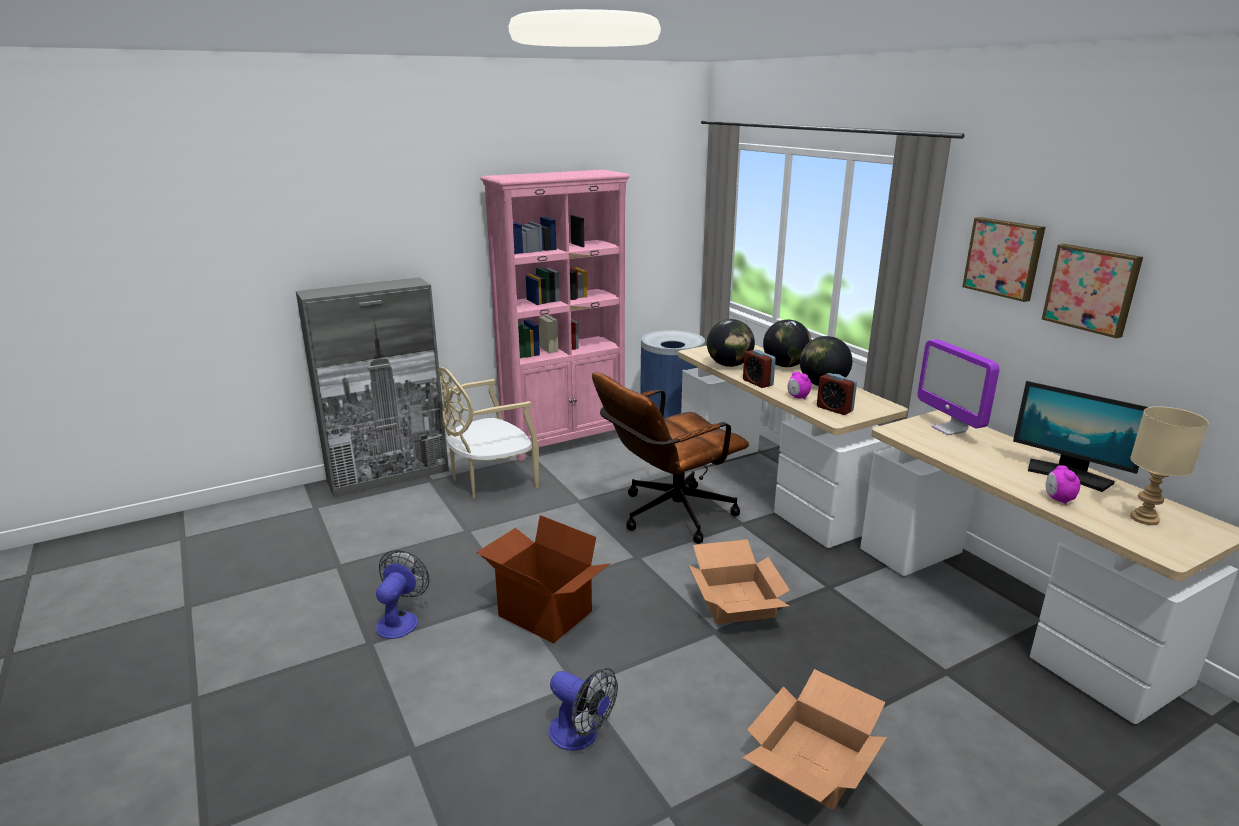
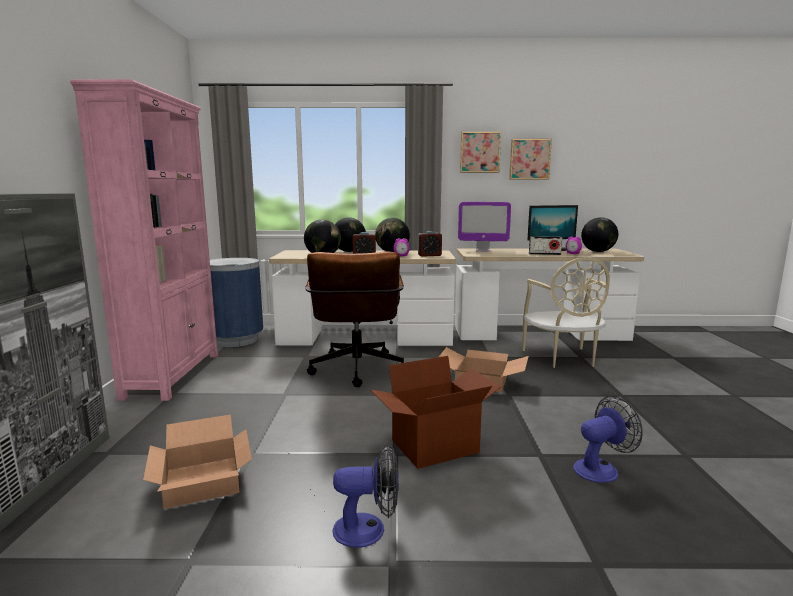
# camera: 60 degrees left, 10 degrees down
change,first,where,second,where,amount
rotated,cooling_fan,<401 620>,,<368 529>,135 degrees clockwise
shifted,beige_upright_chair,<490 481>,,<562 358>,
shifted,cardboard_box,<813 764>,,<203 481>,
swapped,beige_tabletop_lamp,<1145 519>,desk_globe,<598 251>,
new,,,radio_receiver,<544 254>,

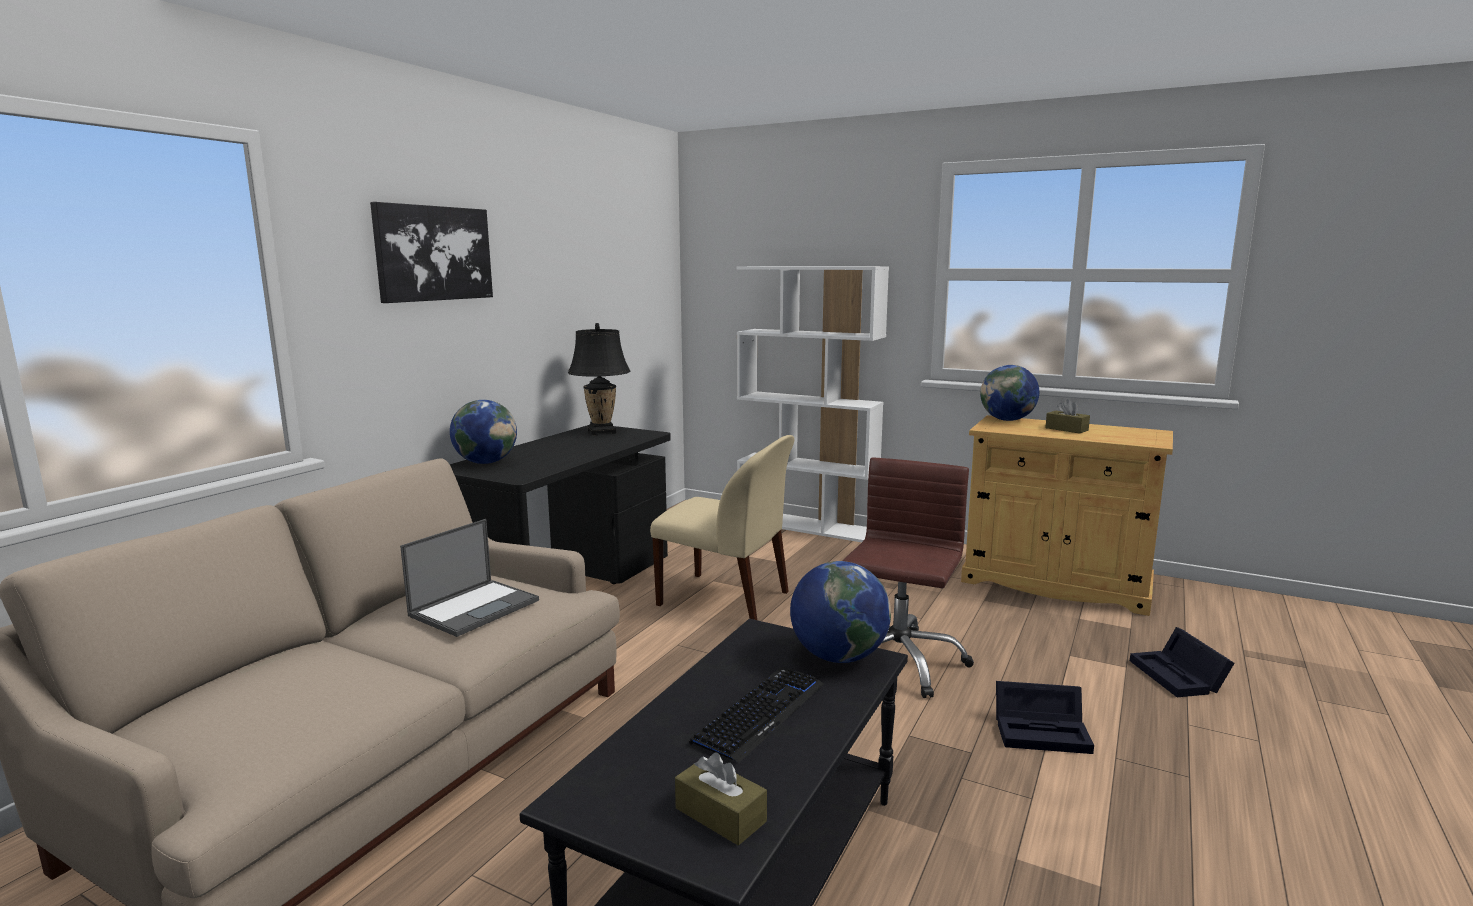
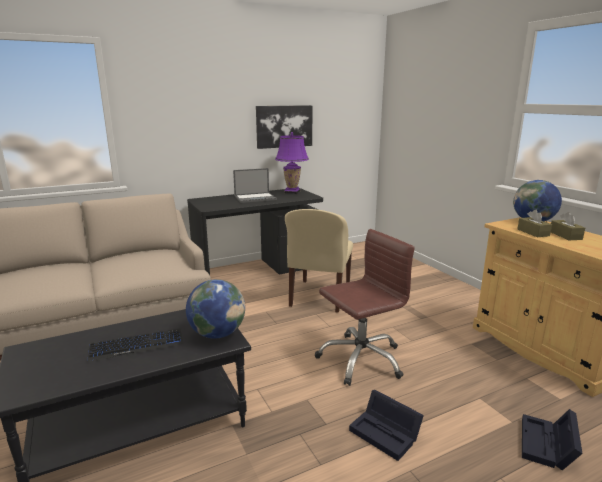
# camera: 35 degrees right, 5 degrees up
change,first,where,second,where,amount
shifted,picture,<433 253>,,<284 126>,
shifted,laptop,<475 607>,,<255 198>,
gone,desk_globe,<486 462>,,,
repainted,black-coloured_tabletop_lamp,<601 431>,purple_tabletop_lamp,<292 192>,
rotated,beige_upright_chair,<726 599>,,<319 296>,45 degrees clockwise
shifted,brown-coloured_tissue_holder,<720 815>,,<533 232>,
gone,white-coloured_bookcase,<807 526>,,,

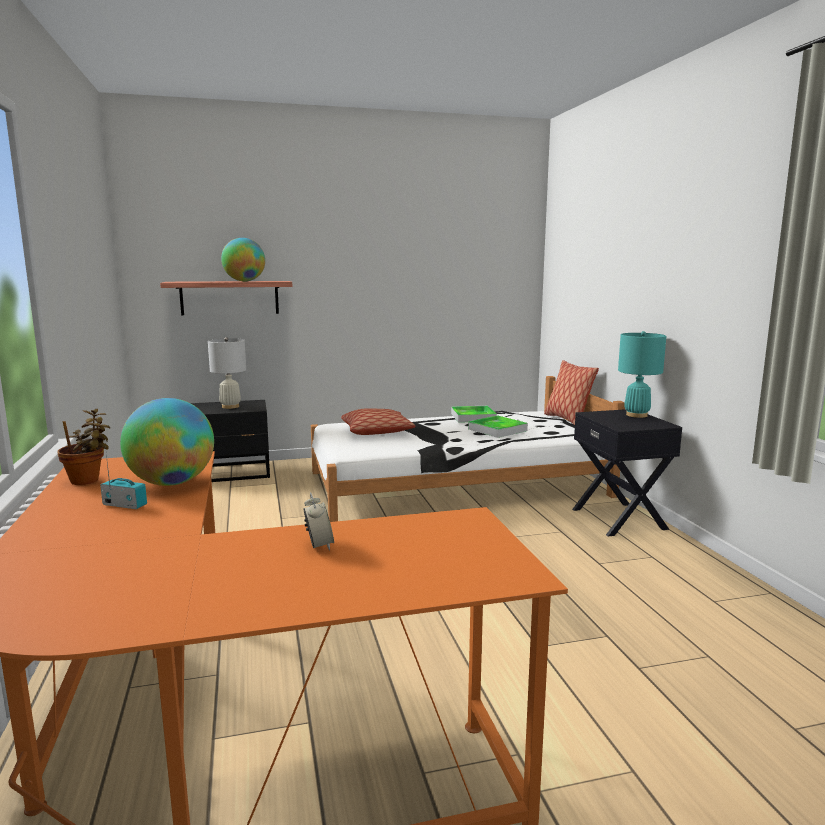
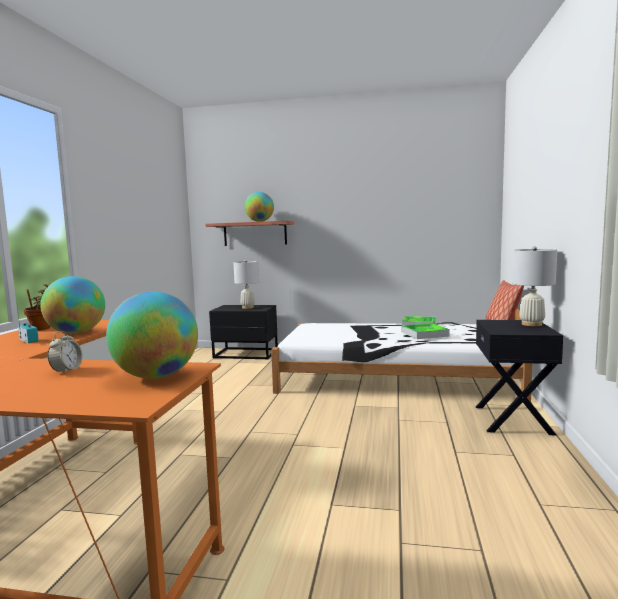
# camera: 25 degrees right, 5 degrees down
change,first,where,second,where,amount
gone,cushion,<377 431>,,,
repainted,turquoise_tabletop_lamp,<636 415>,white-coloured_tabletop_lamp,<531 324>,
new,,,desk_globe,<156 376>,

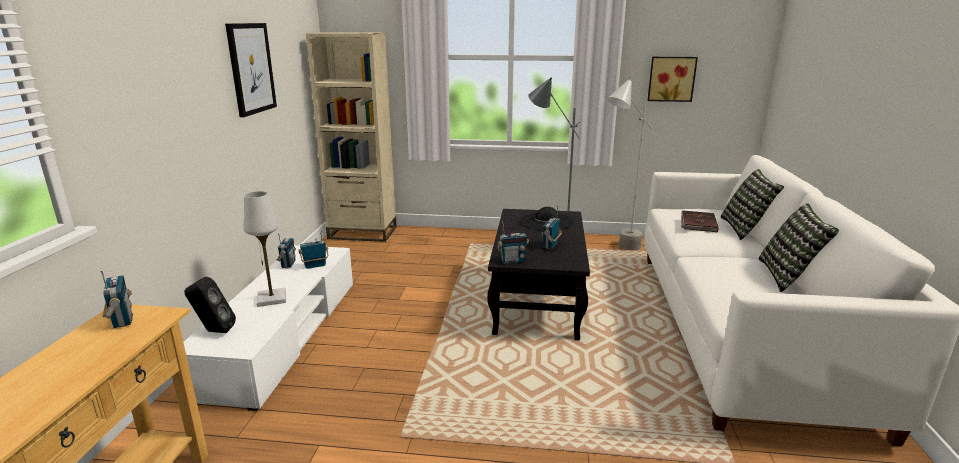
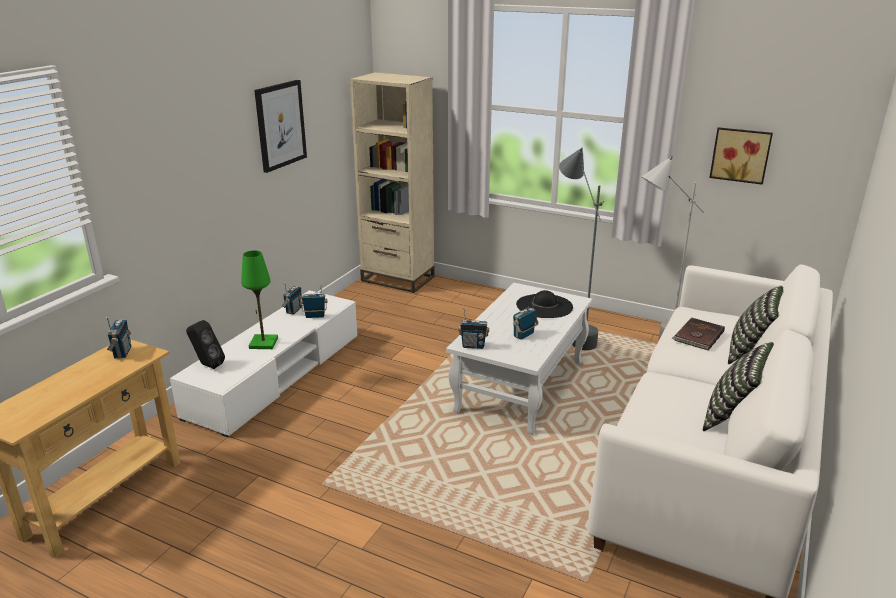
# camera: 20 degrees right, 5 degrees up
change,first,where,second,where,amount
repainted,white-coloured_tabletop_lamp,<271 299>,green-coloured_tabletop_lamp,<263 343>,
repainted,black-coloured_low_table,<537 302>,white-coloured_low_table,<520 387>,

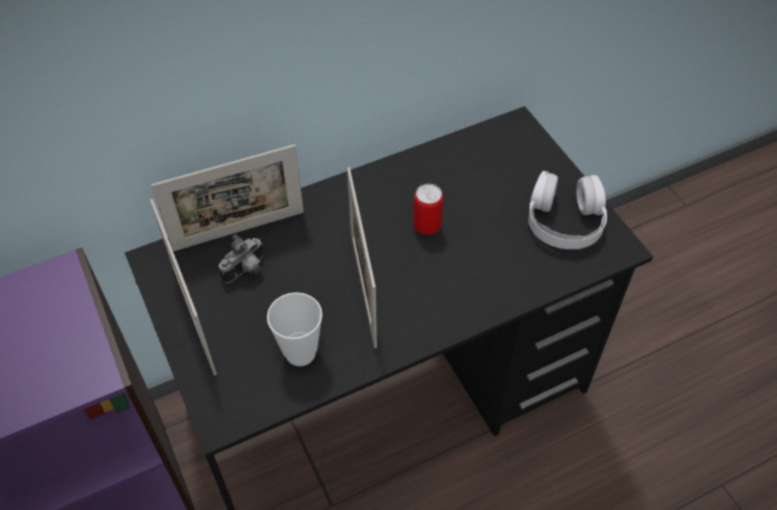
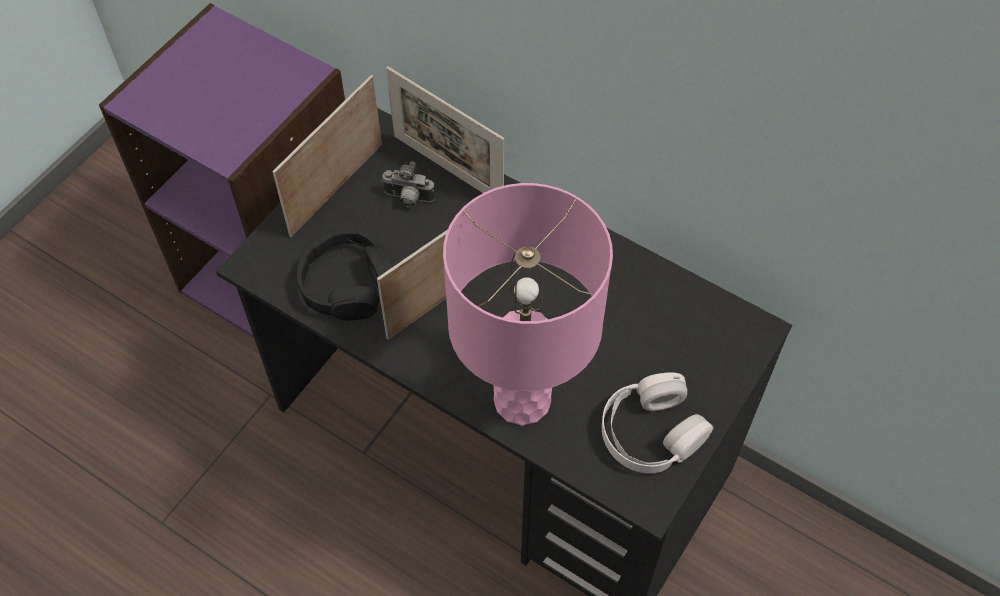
# camera: 60 degrees right, 5 degrees up
change,first,where,second,where,amount
swapped,drinking_cup,<300 353>,black-coloured_headphones,<348 285>,
gone,can,<427 226>,,,
new,,,pink-coloured_tabletop_lamp,<522 401>,

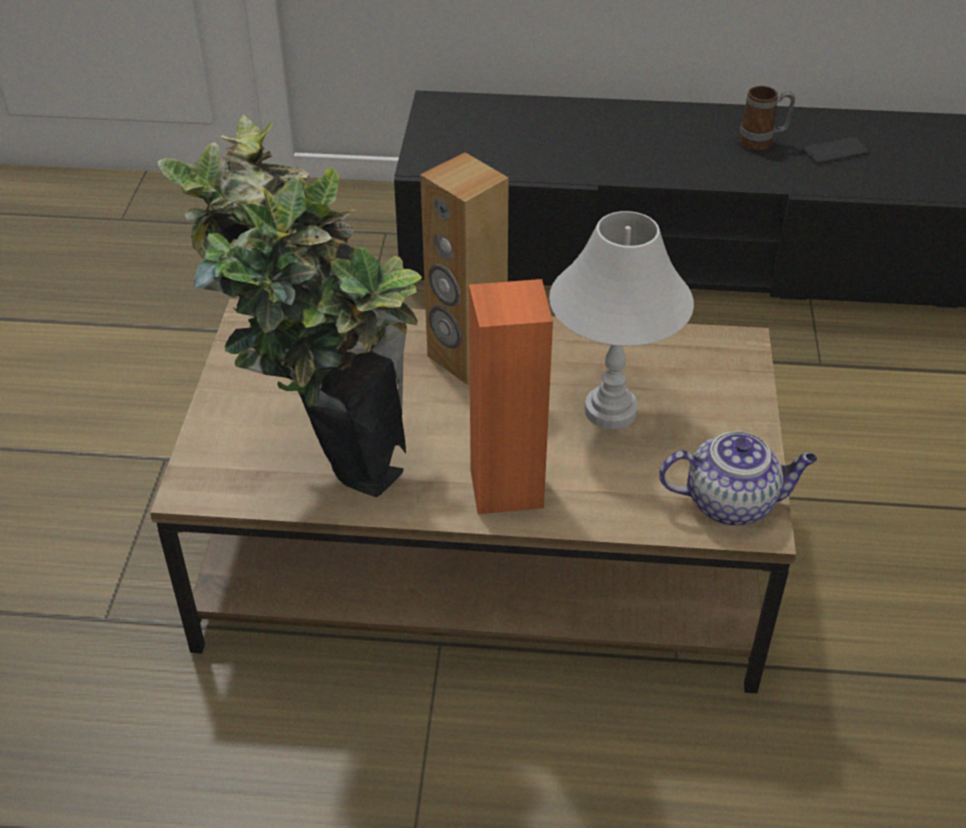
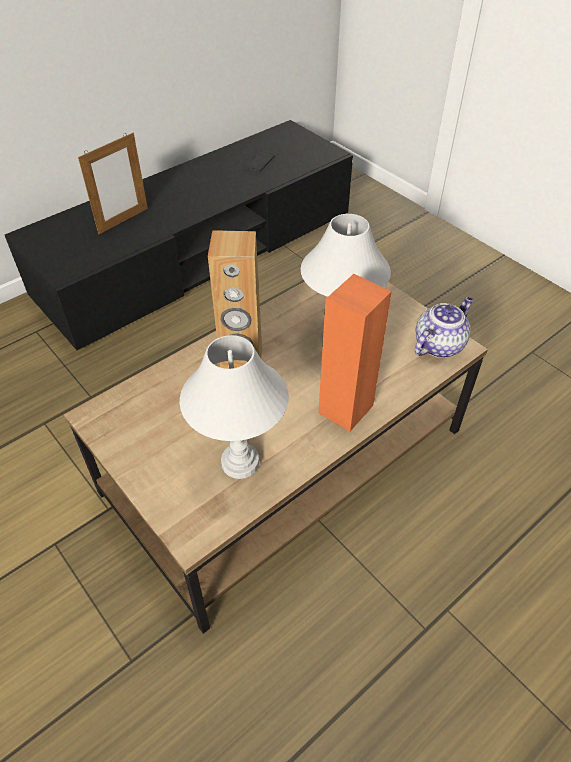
# camera: 45 degrees left, 5 degrees up
change,first,where,second,where,amount
swapped,houseplant,<323 459>,white-coloured_tabletop_lamp,<240 463>,
gone,tea_mug,<762 143>,,,
new,,,picture_frame,<123 221>,

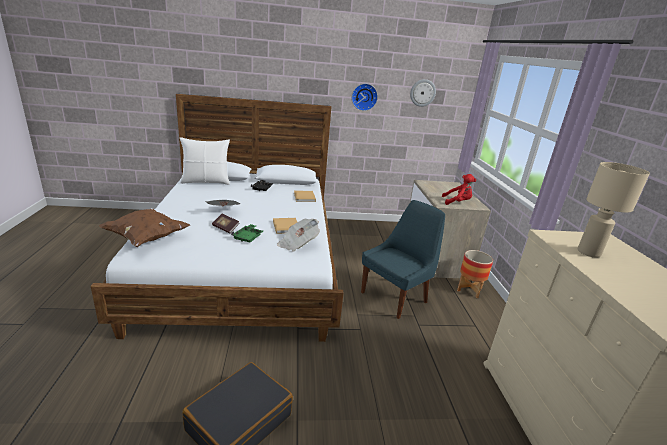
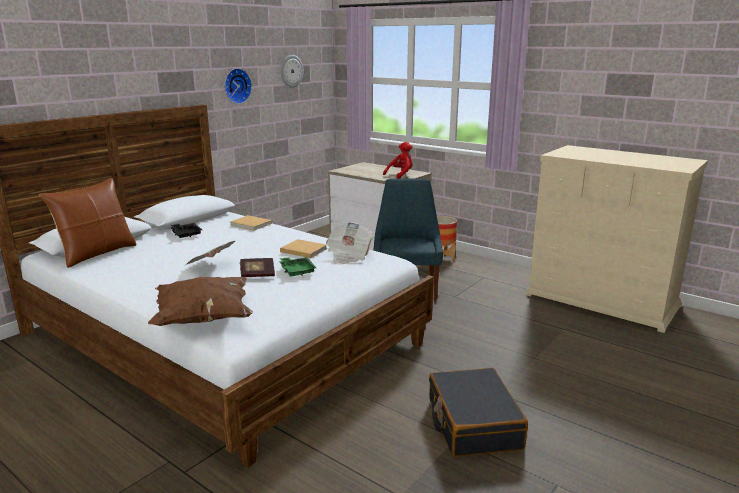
# camera: 45 degrees left, 5 degrees down
change,first,where,second,where,amount
repainted,white-coloured_cushion,<206 182>,brown-coloured_cushion,<97 254>,
gone,beige_tabletop_lamp,<589 252>,,,

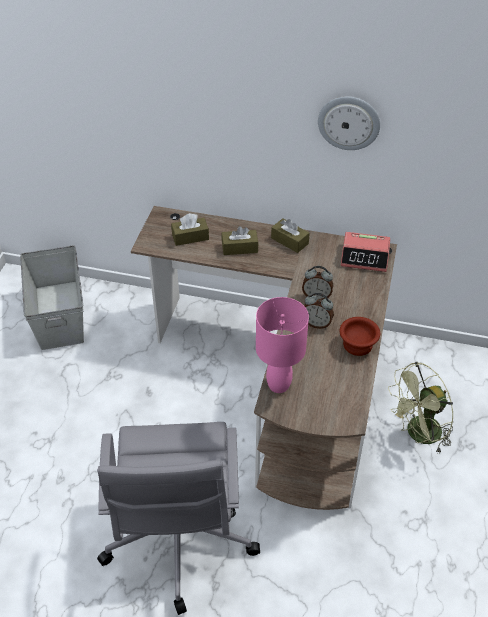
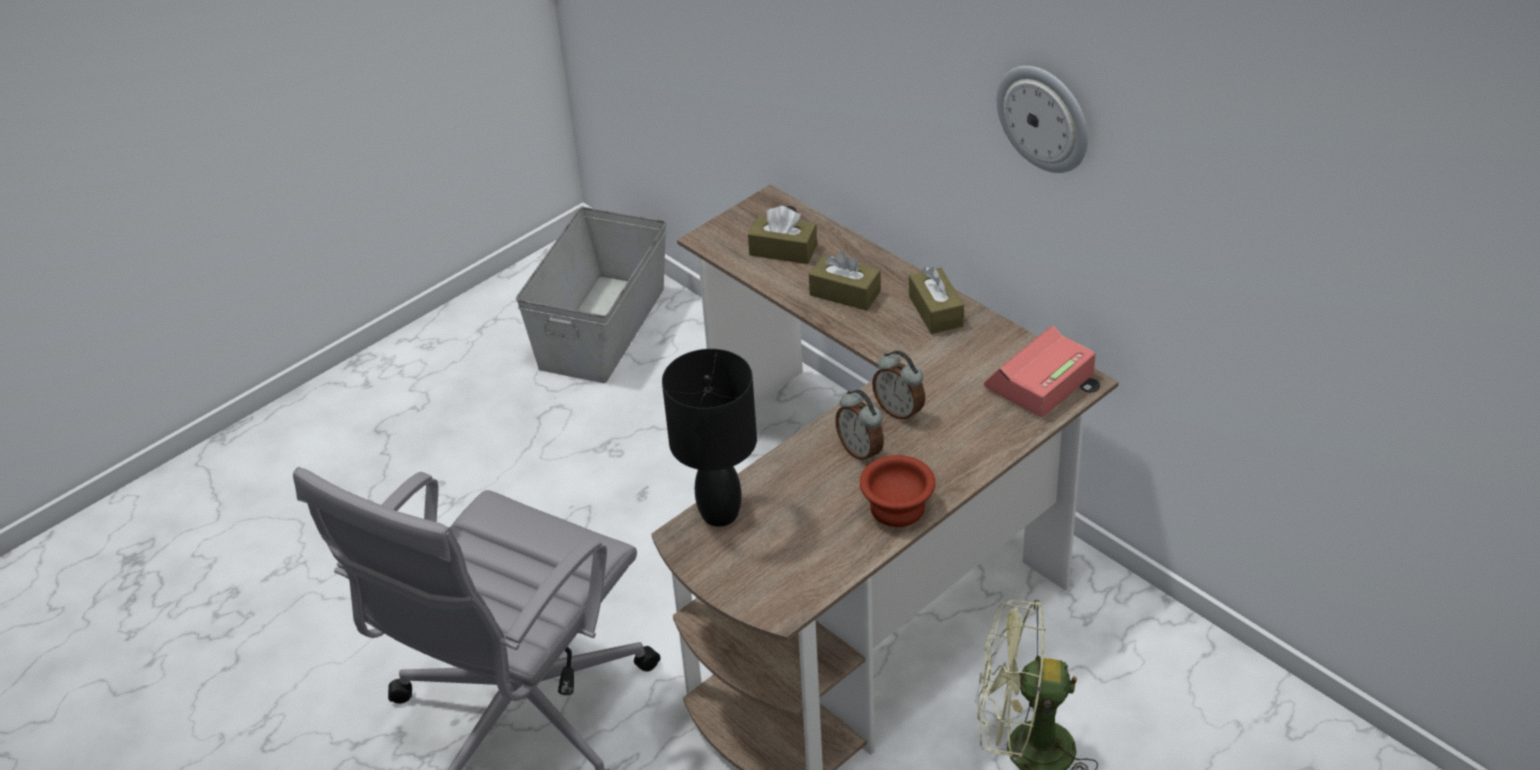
# camera: 35 degrees right, 5 degrees down
change,first,where,second,where,amount
repainted,pink-coloured_tabletop_lamp,<279 385>,black-coloured_tabletop_lamp,<720 514>,
rotated,table_clock,<365 257>,,<1039 381>,90 degrees clockwise

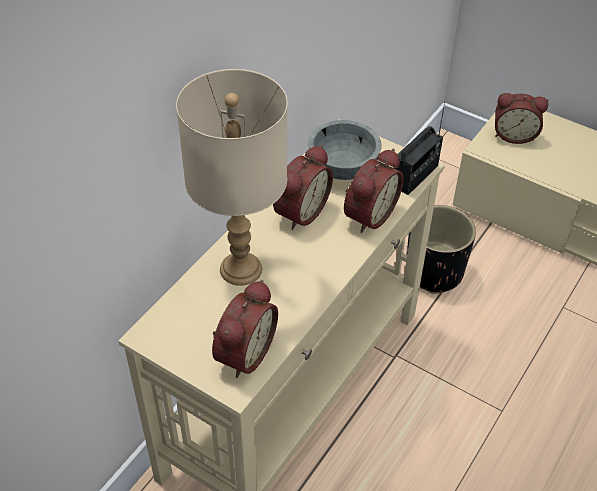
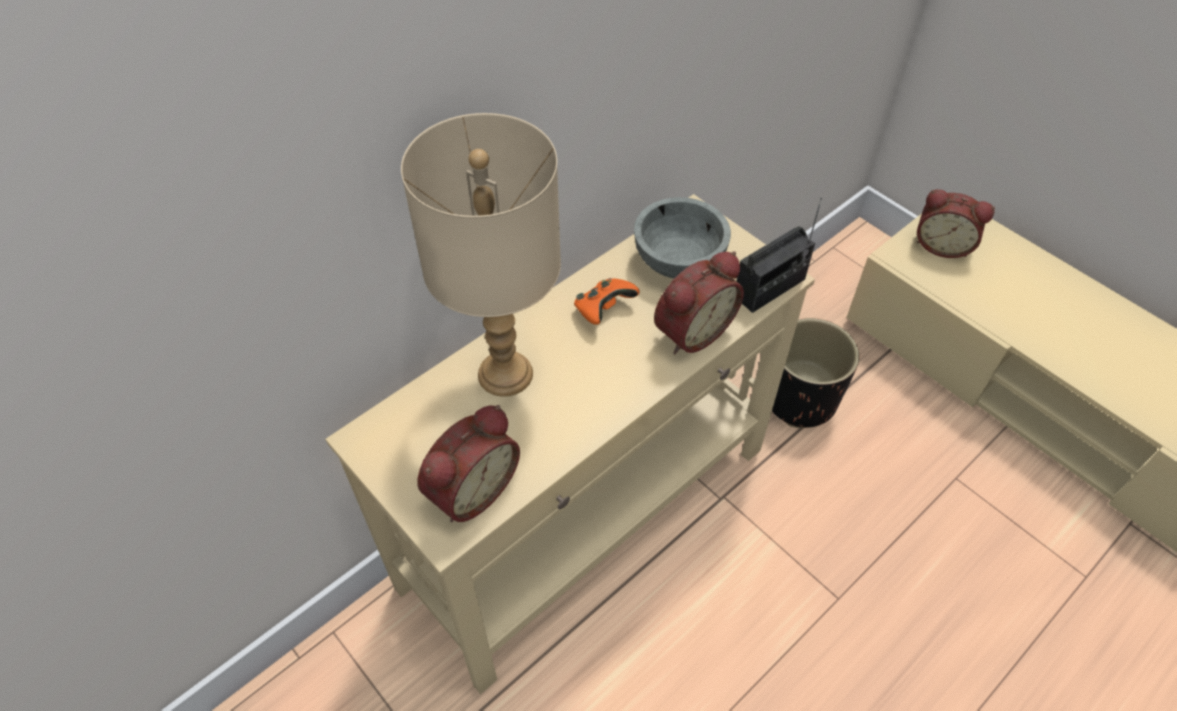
# camera: 15 degrees right, 5 degrees up
change,first,where,second,where,amount
swapped,table_clock,<299 211>,orange_game_controller,<603 309>,

